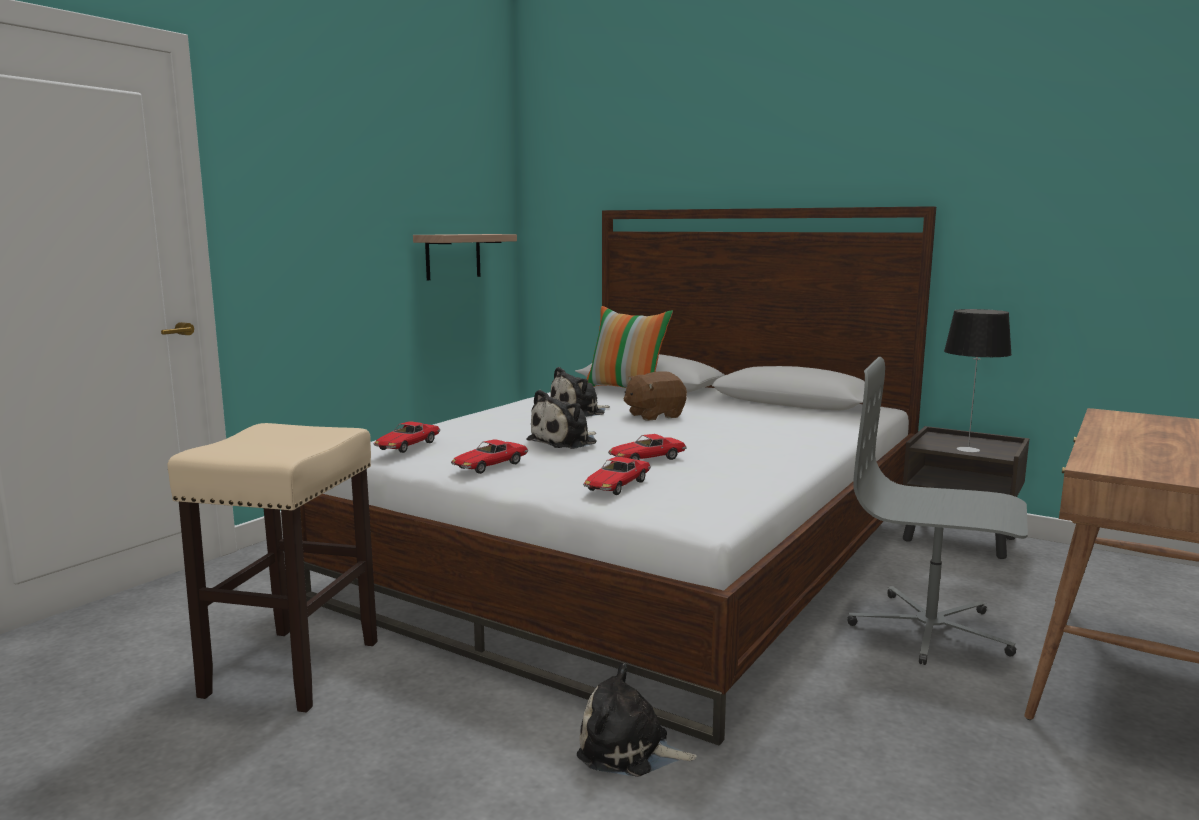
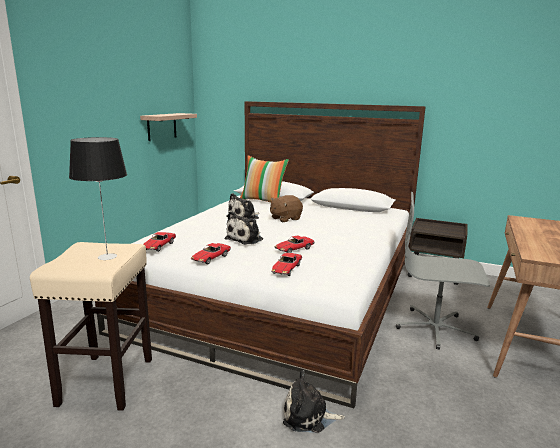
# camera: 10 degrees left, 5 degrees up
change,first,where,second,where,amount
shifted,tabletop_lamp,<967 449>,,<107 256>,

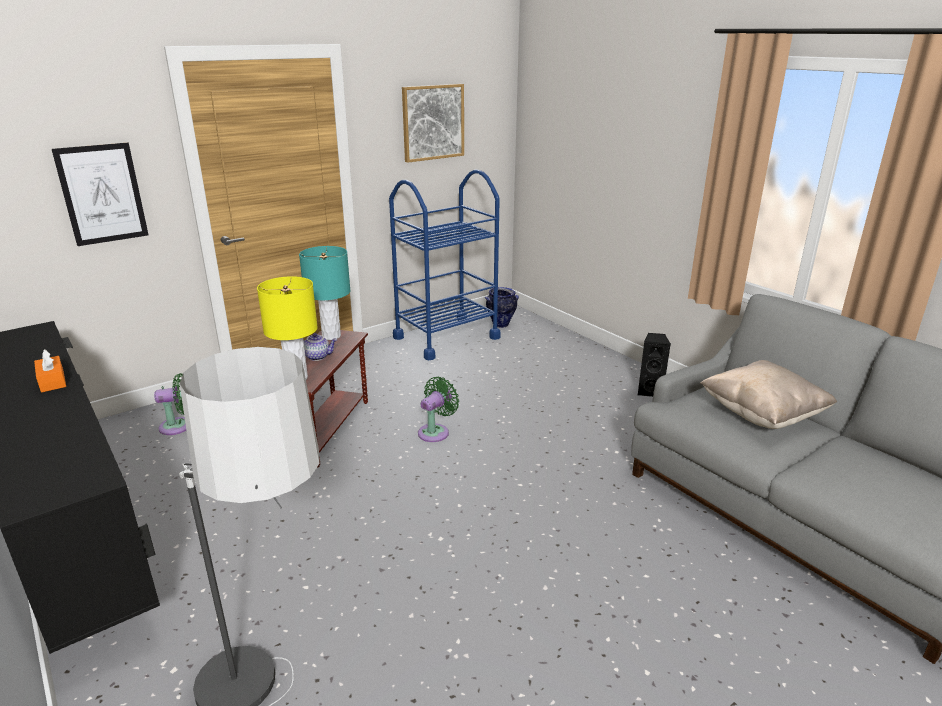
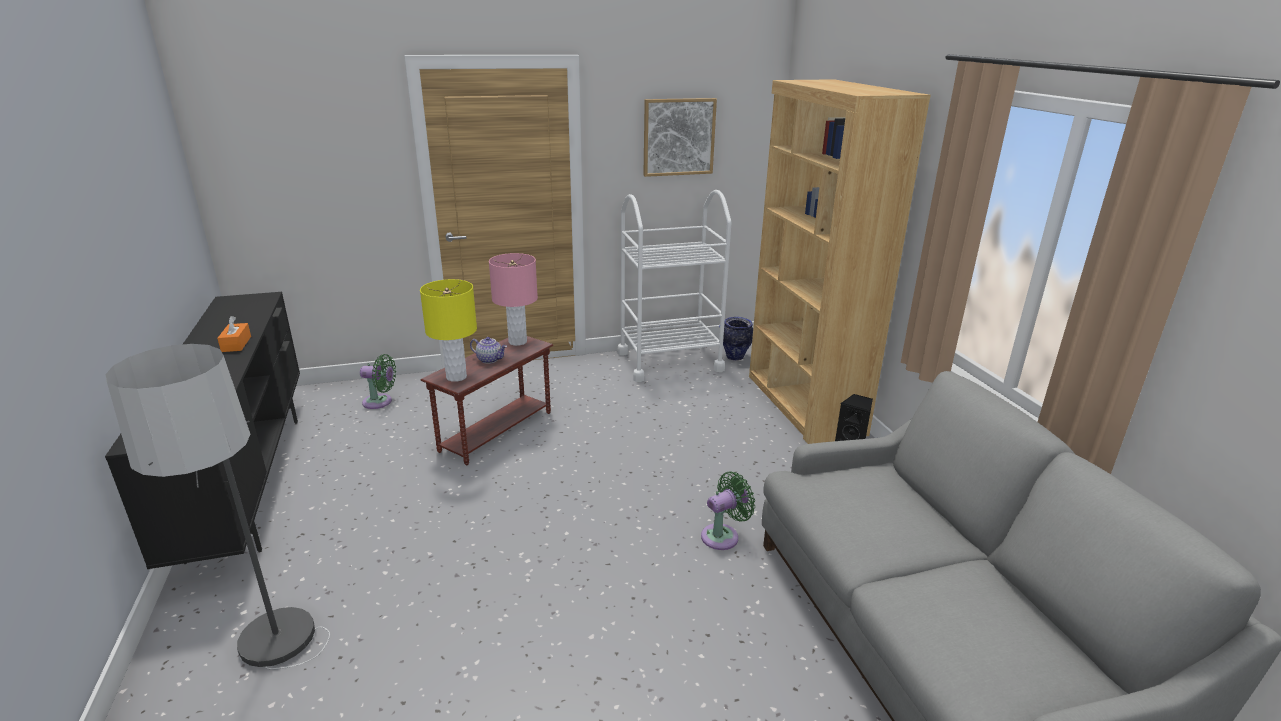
# camera: 20 degrees right, 0 degrees up
change,first,where,second,where,amount
gone,picture,<102 194>,,,
repainted,turquoise_tabletop_lamp,<331 336>,pink-coloured_tabletop_lamp,<517 342>,
repainted,bluish_trolley,<446 337>,white-coloured_trolley,<669 361>,
shifted,green-coloured_cooling_fan,<436 432>,,<723 536>,
gone,beige_cushion,<762 415>,,,
new,,,brown-coloured_bookcase,<803 404>,

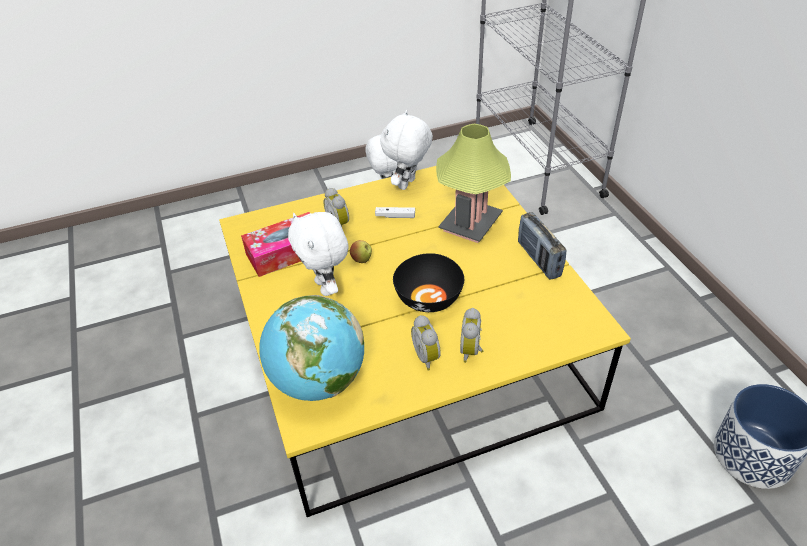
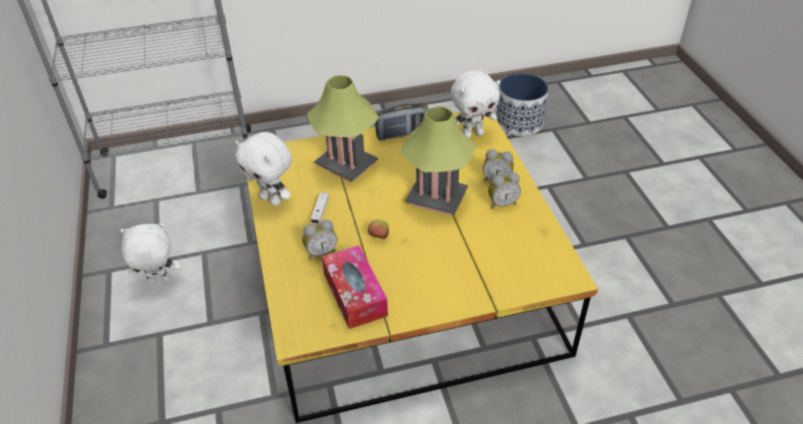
# camera: 85 degrees left, 0 degrees up
change,first,where,second,where,amount
gone,desk_globe,<318 381>,,,
shifted,white-coloured_cuddly_toy,<326 287>,,<472 134>,
swapped,black-coloured_bowl,<428 298>,tabletop_lamp,<436 198>,

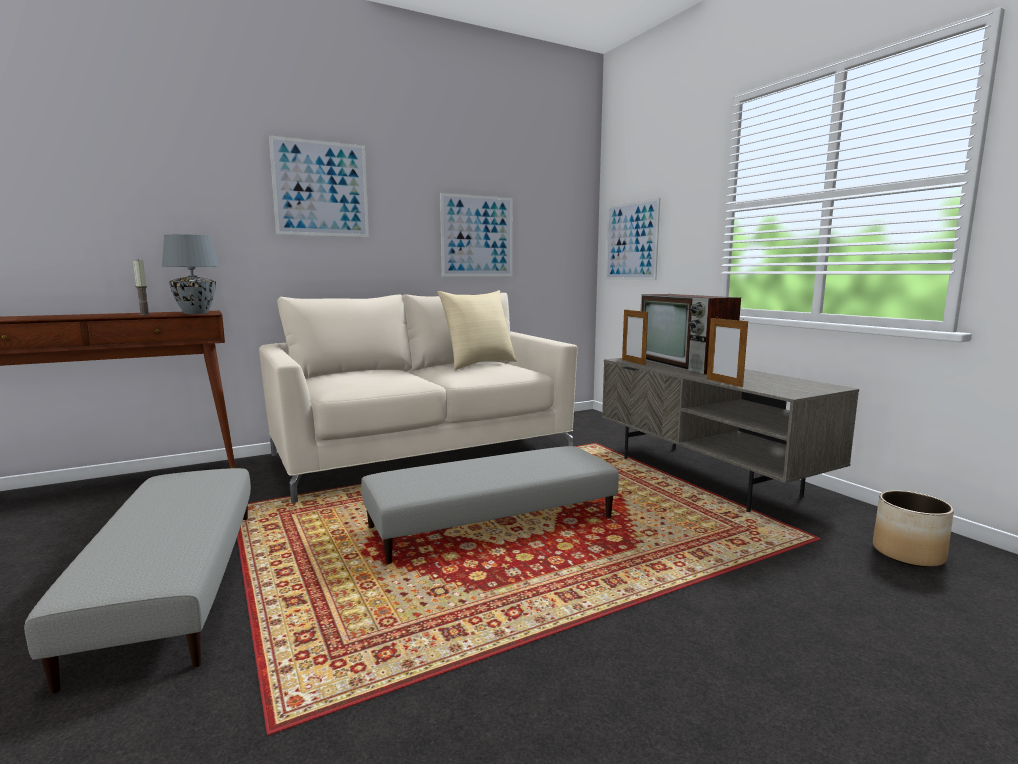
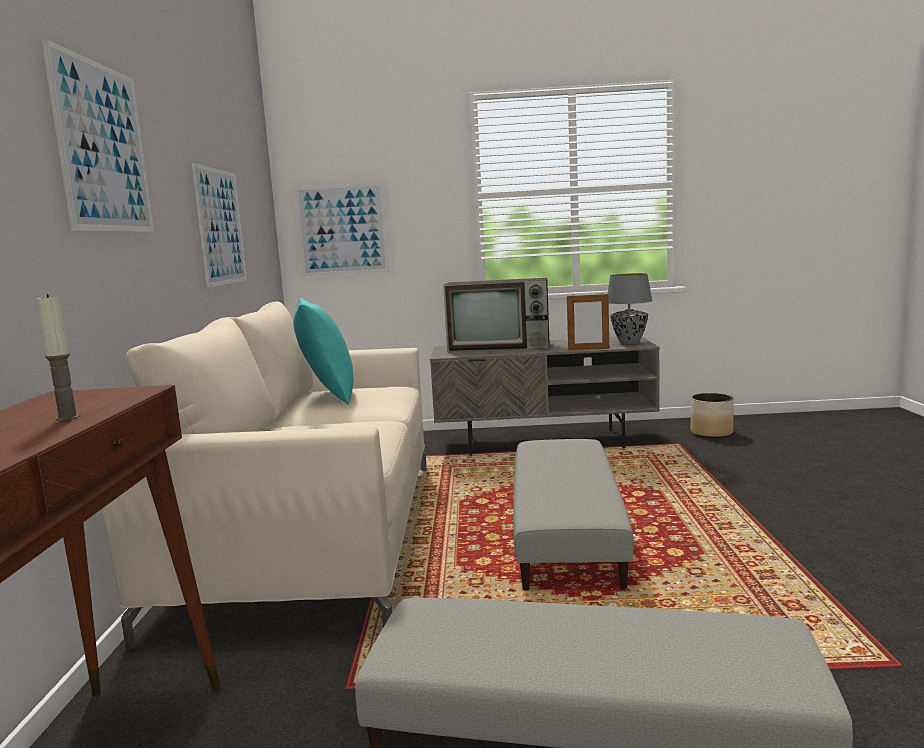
# camera: 60 degrees left, 0 degrees up
change,first,where,second,where,amount
shifted,gray_tabletop_lamp,<195 313>,,<629 342>,
repainted,beige_cushion,<478 364>,turquoise_cushion,<328 396>,
gone,picture_frame,<633 362>,,,

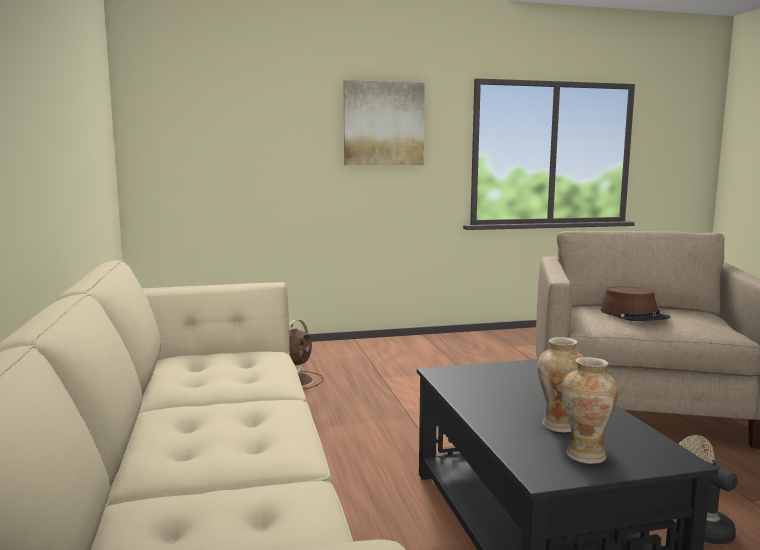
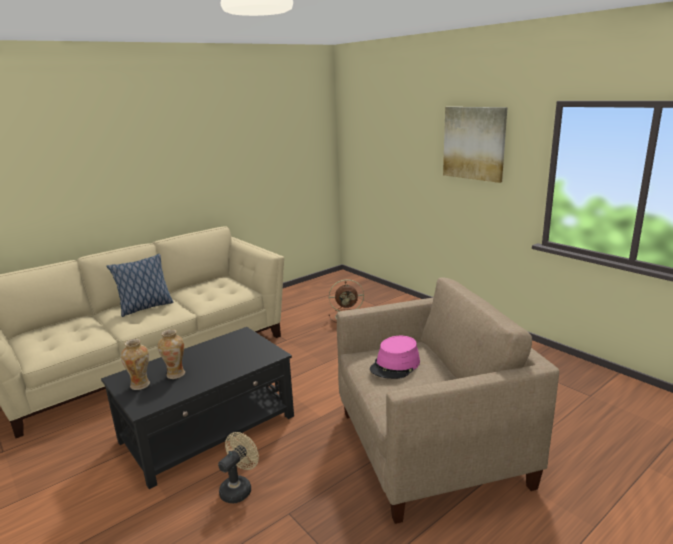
# camera: 65 degrees right, 10 degrees up
change,first,where,second,where,amount
repainted,brown-coloured_wearable_hat,<634 315>,pink-coloured_wearable_hat,<395 365>,
new,,,cushion,<145 308>,

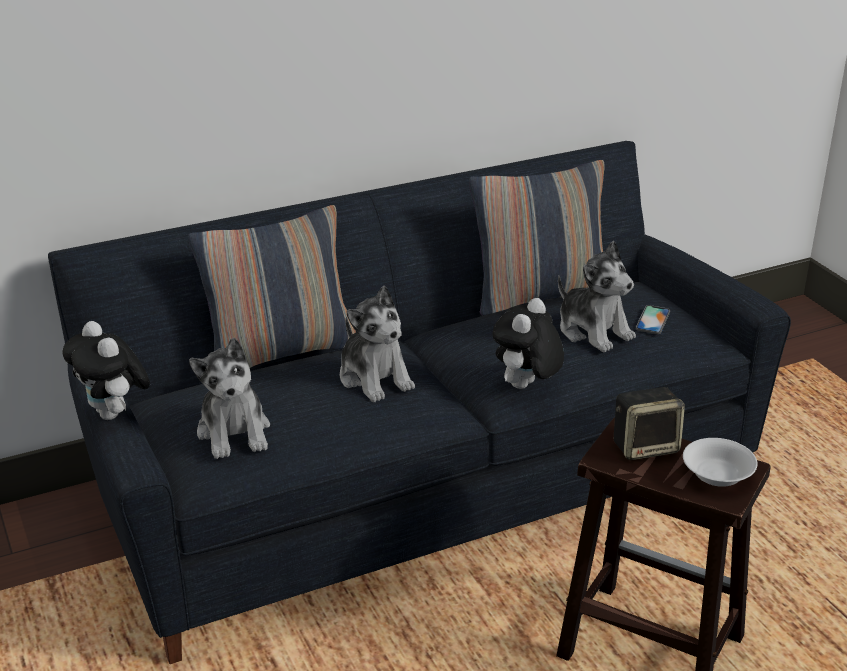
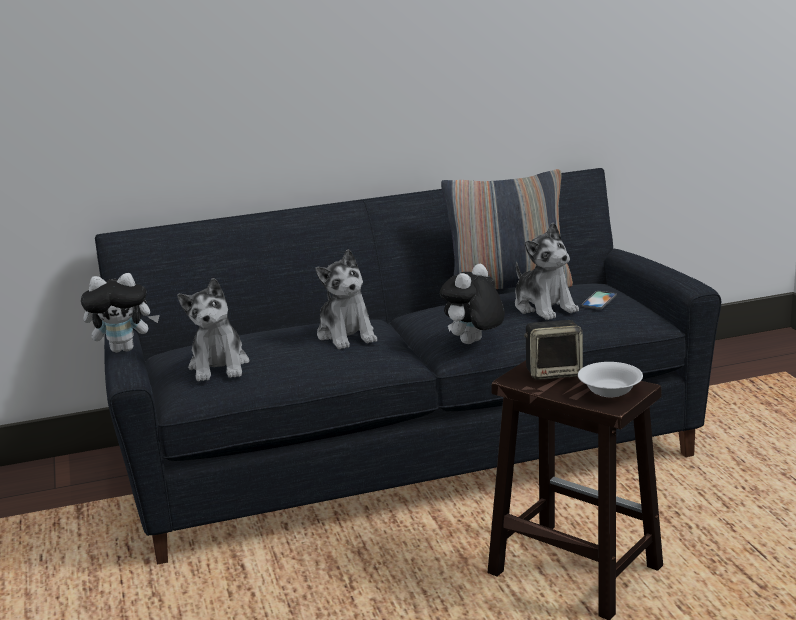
# camera: 10 degrees right, 10 degrees down
change,first,where,second,where,amount
rotated,cuddly_toy,<114 414>,,<124 349>,75 degrees counterclockwise
gone,cushion,<280 352>,,,

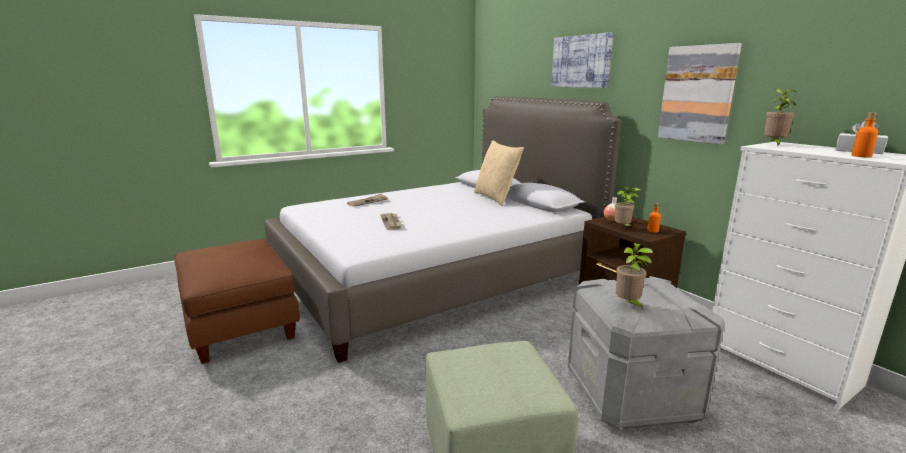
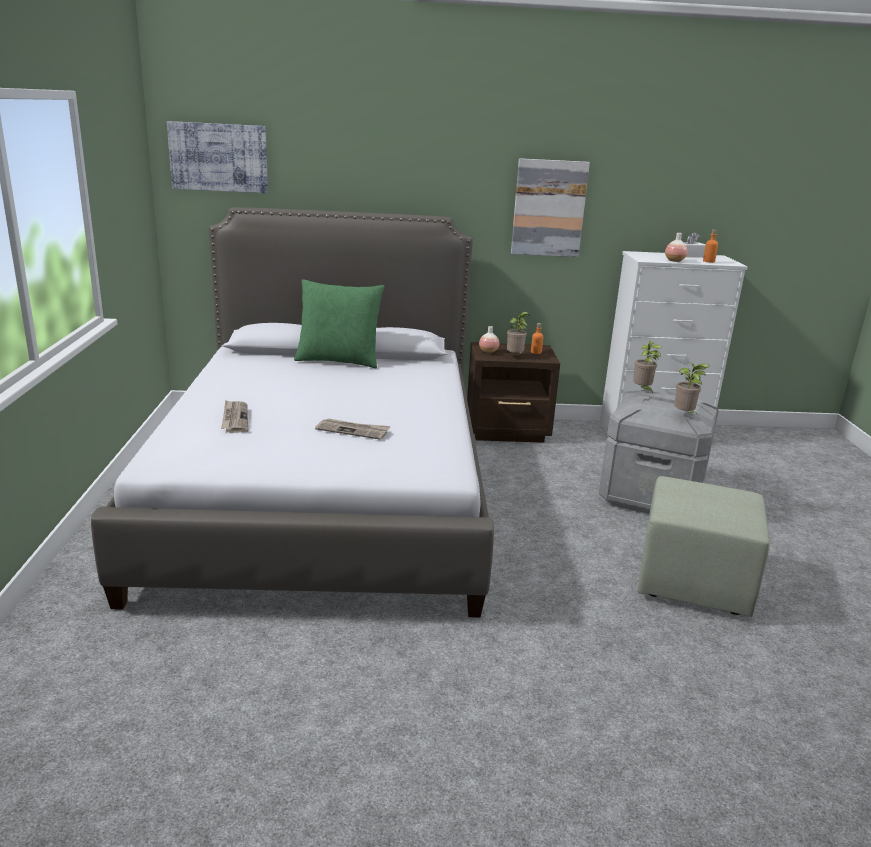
# camera: 60 degrees left, 5 degrees up
change,first,where,second,where,amount
gone,brown-coloured_footrest,<240 324>,,,
repainted,beige_cushion,<496 198>,green-coloured_cushion,<338 360>,
shifted,picture,<581 61>,,<219 157>,
shifted,houseplant,<773 145>,,<642 390>,
new,,,vase,<674 261>,

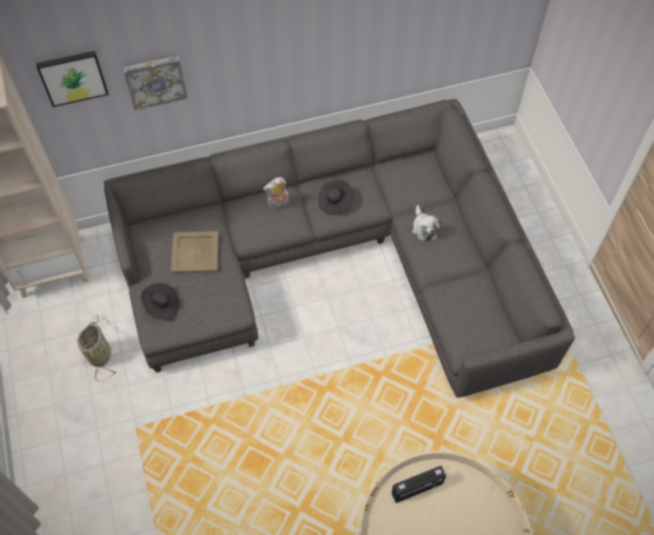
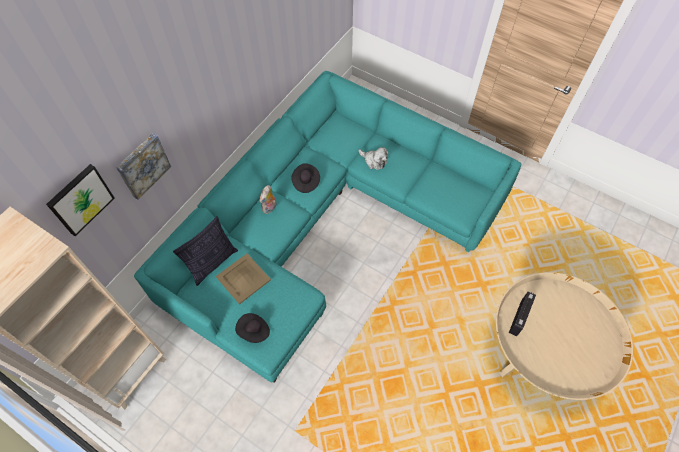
# camera: 40 degrees left, 0 degrees up
change,first,where,second,where,amount
gone,household_basket,<100 354>,,,
repainted,gray_settee,<337 259>,turquoise_settee,<324 221>,
new,,,cushion,<212 263>,

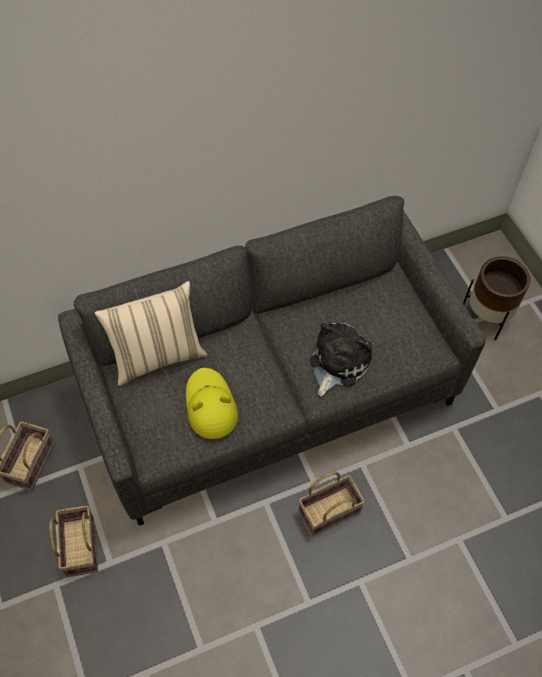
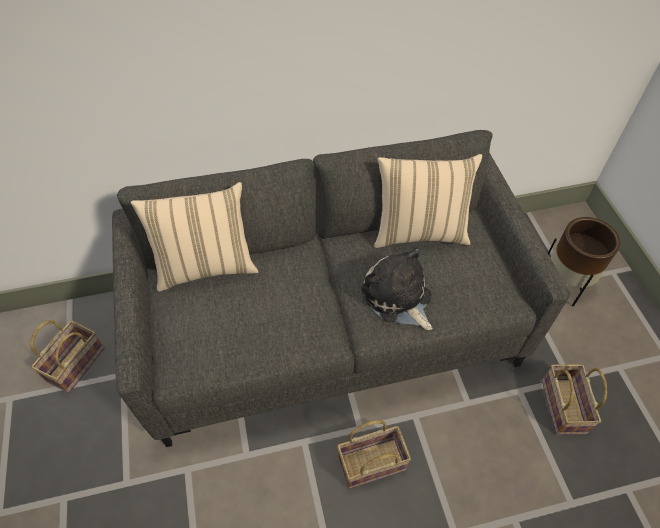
# camera: 10 degrees right, 5 degrees down
change,first,where,second,where,amount
shifted,household_basket,<79 545>,,<561 405>,
gone,yellowish_wearable_hat,<210 406>,,,
rotated,cuddly_toy,<337 363>,,<398 298>,75 degrees counterclockwise
new,,,beige_cushion,<419 232>,

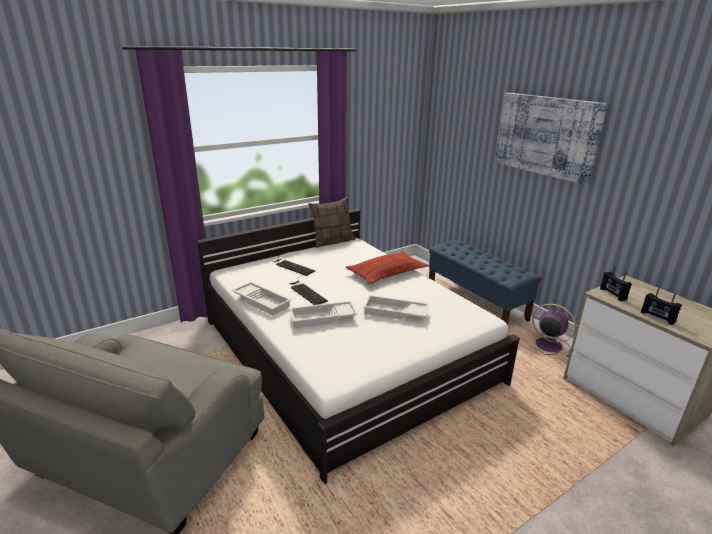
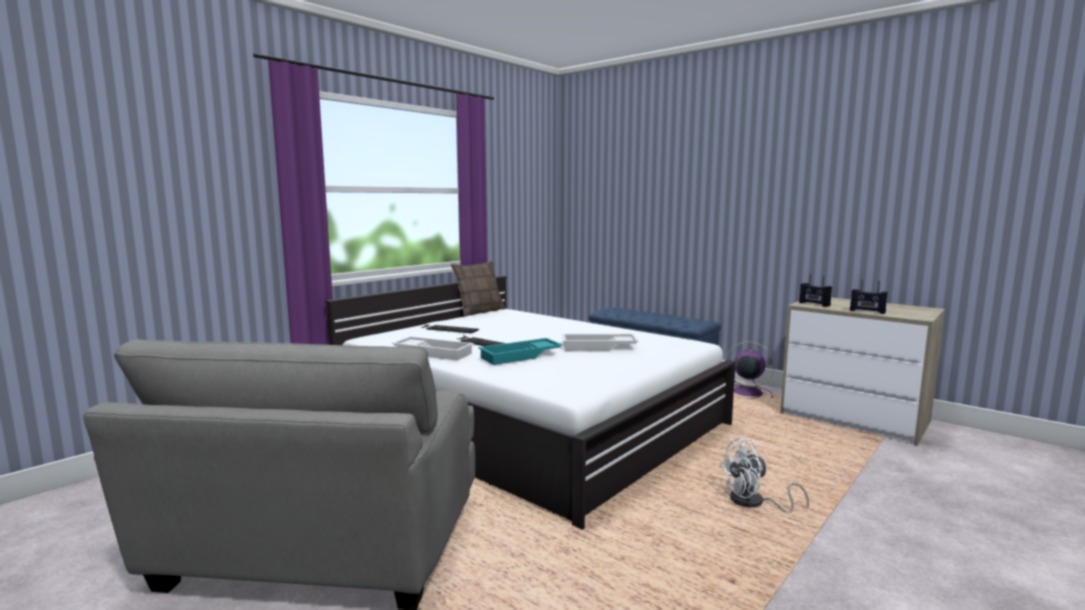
# camera: 15 degrees left, 15 degrees down
change,first,where,second,where,amount
repainted,white-coloured_carrying_tray,<322 318>,turquoise_carrying_tray,<520 356>,
gone,cushion,<387 272>,,,
gone,picture,<546 136>,,,
new,,,white-coloured_cooling_fan,<754 503>,

